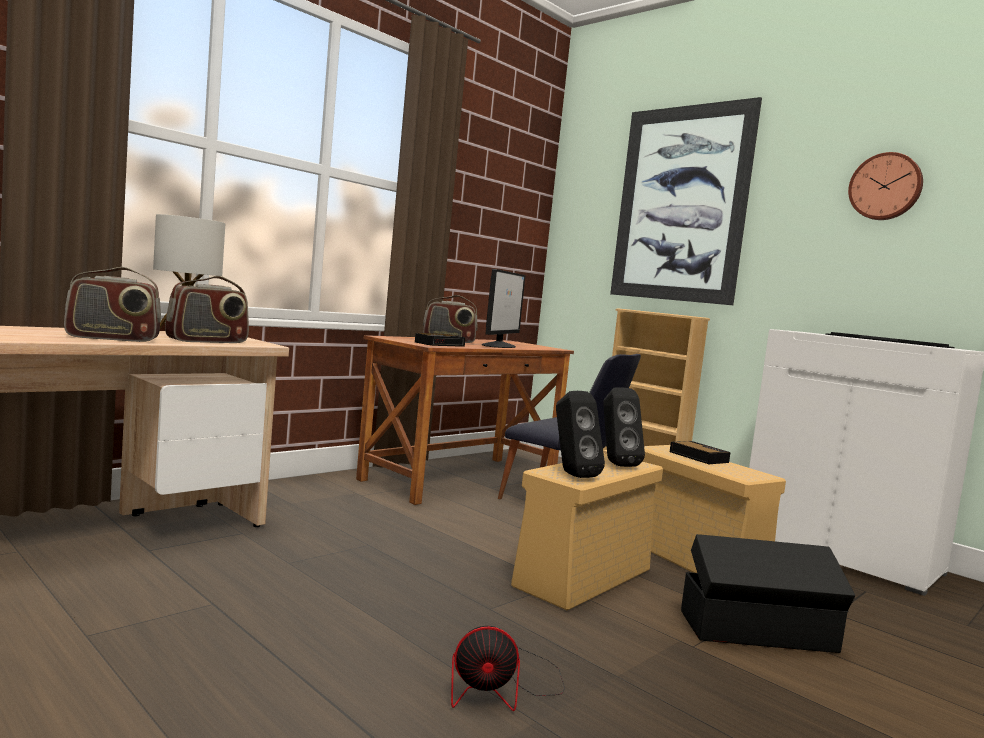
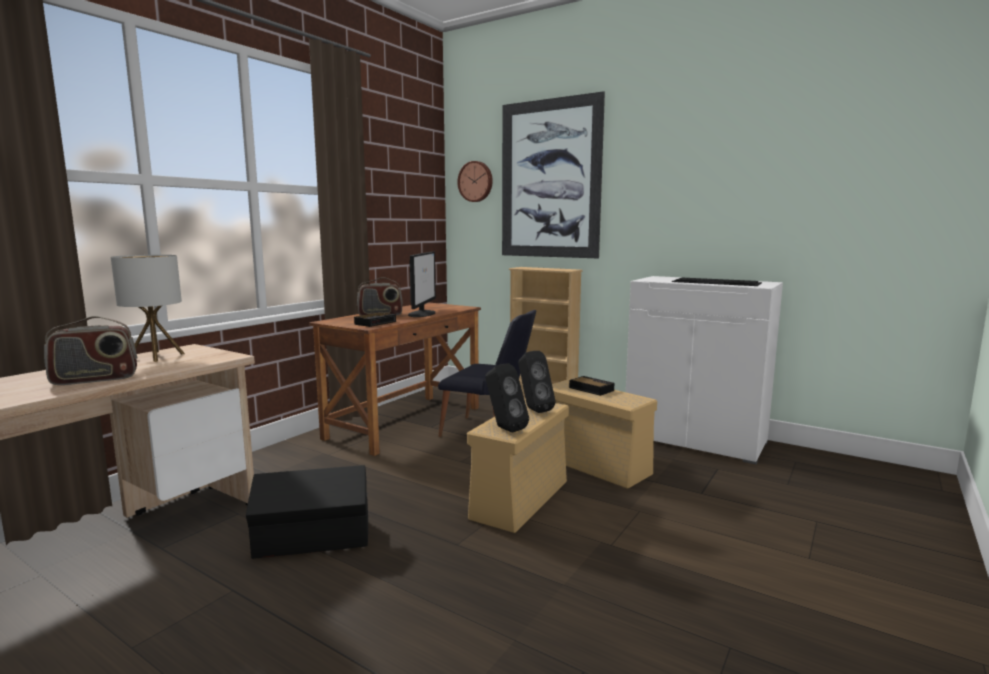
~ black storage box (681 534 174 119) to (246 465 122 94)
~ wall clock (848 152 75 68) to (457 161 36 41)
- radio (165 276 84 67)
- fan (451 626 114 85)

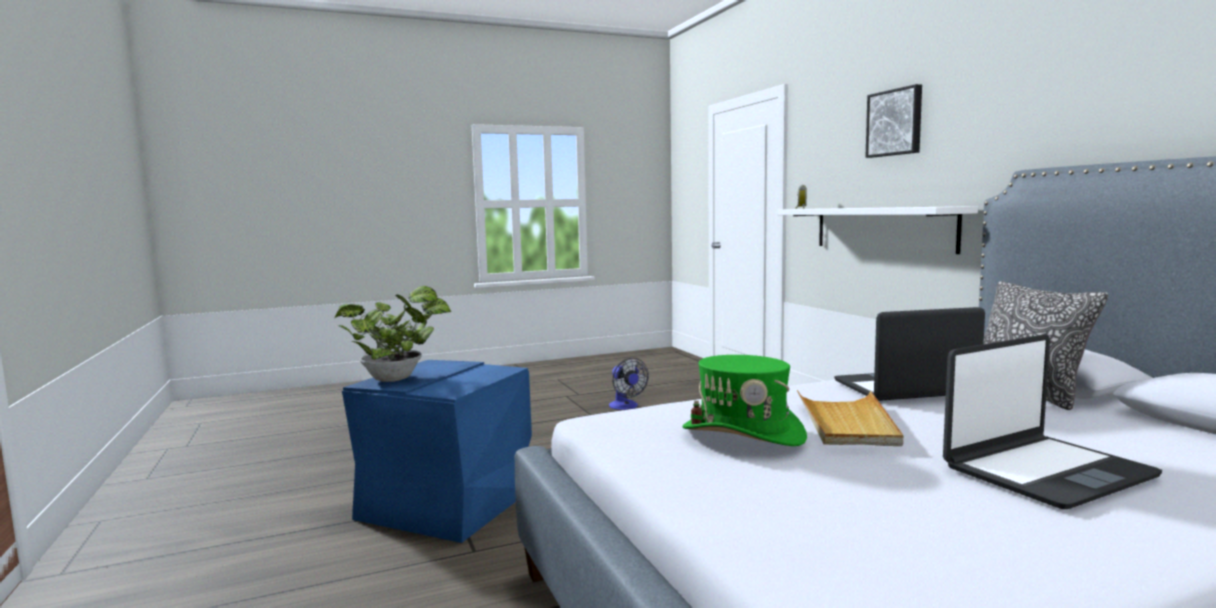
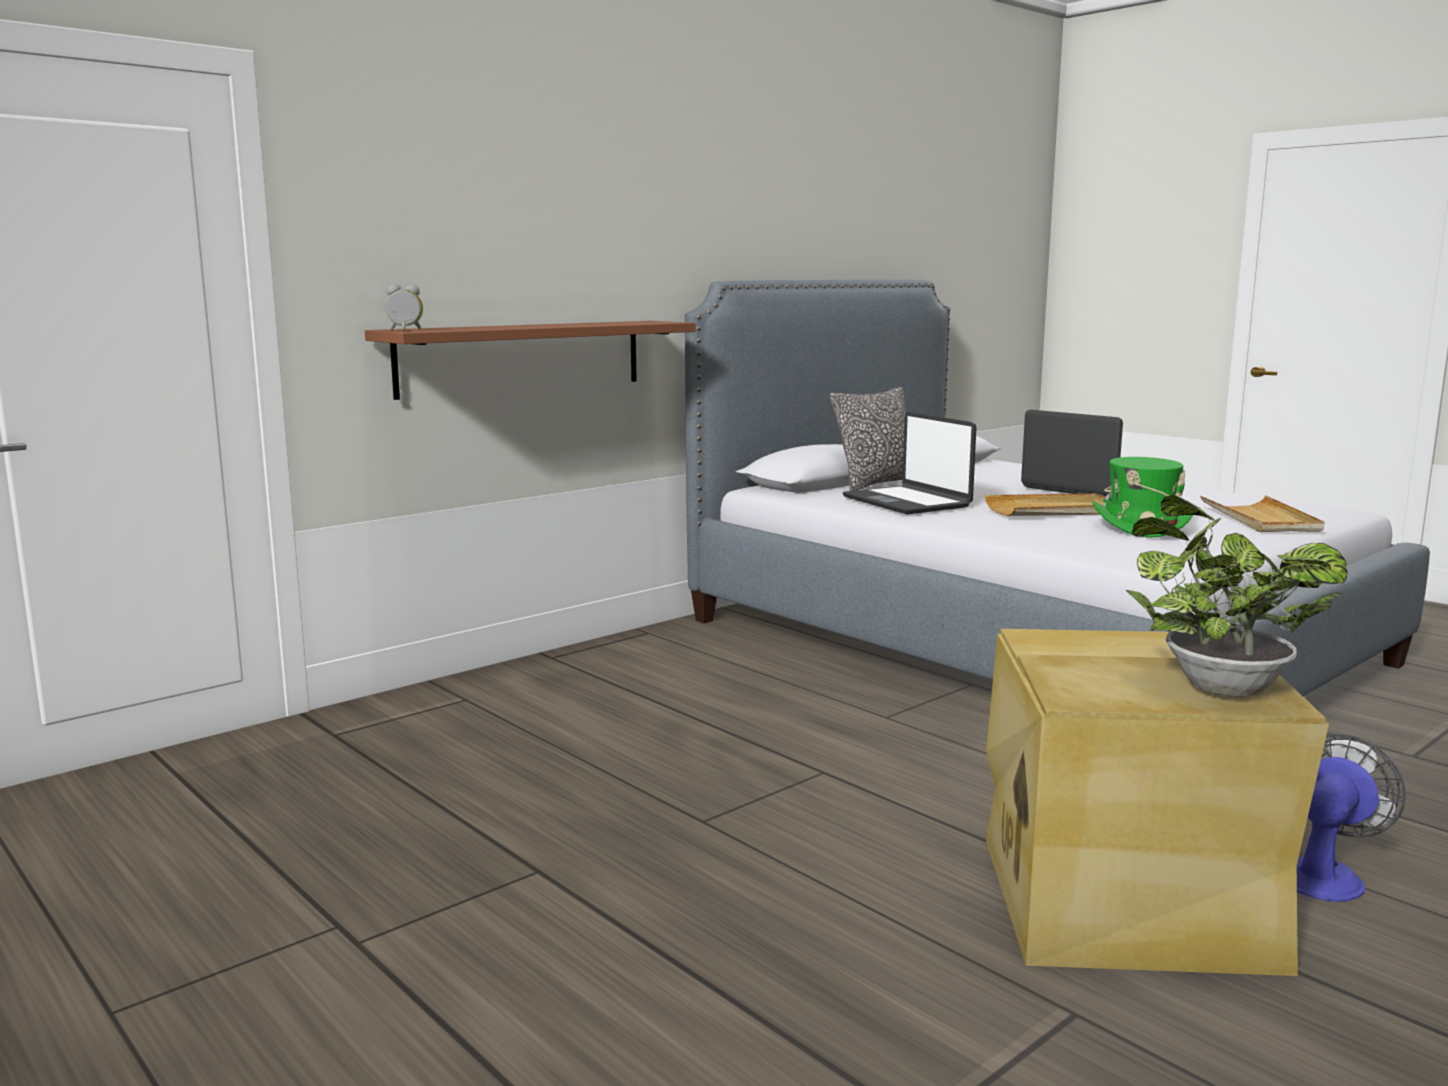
~ white shelf (777 206 201 48) to brown shelf (365 321 331 79)
~ blue storage box (342 360 190 183) to beige storage box (986 629 343 347)
+ beige tray (1200 495 124 37)
~ fan (609 358 40 52) to (1297 734 109 168)
- picture (866 84 56 74)

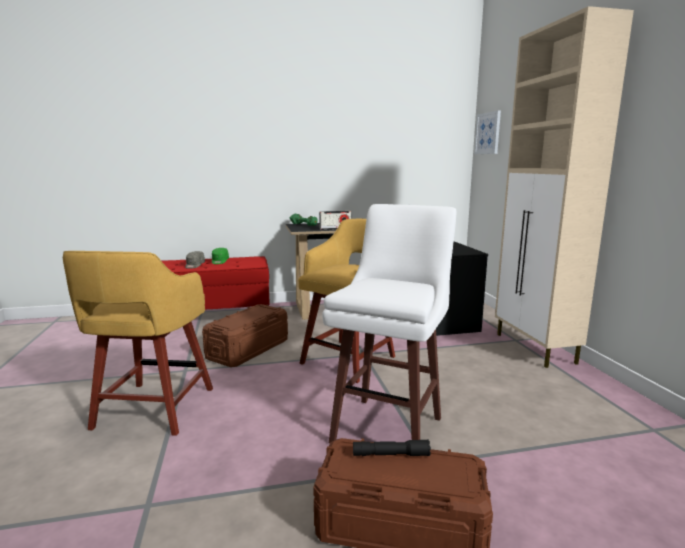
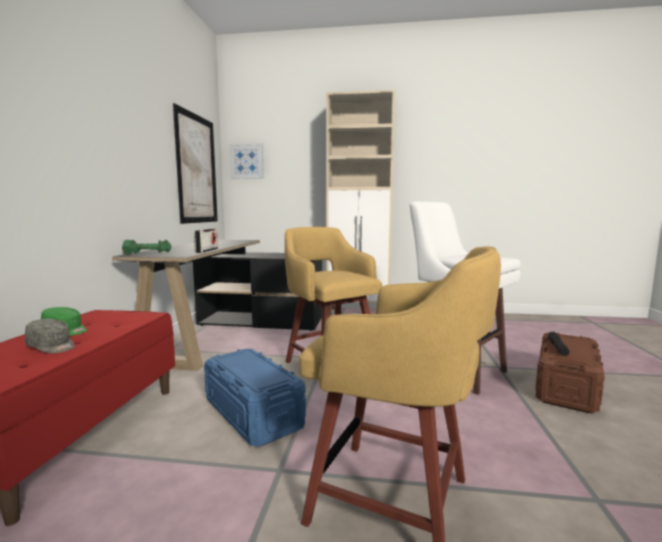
+ picture (173 103 45 121)
~ brown storage box (202 304 86 63) to blue storage box (204 349 102 98)

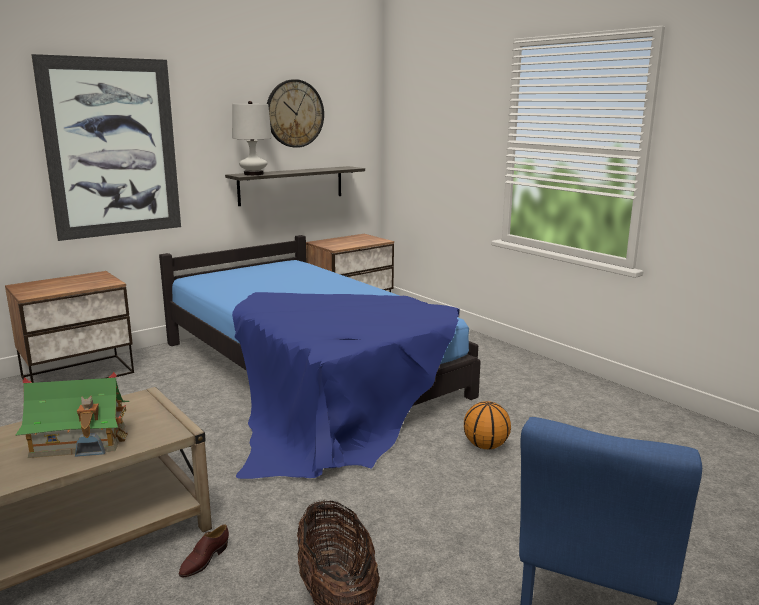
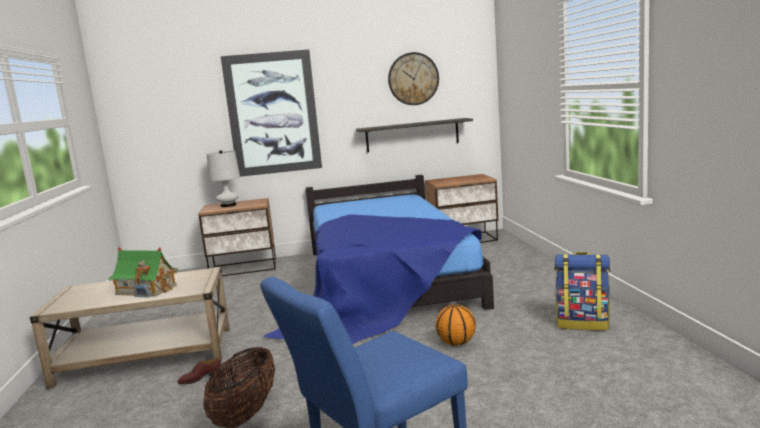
~ white table lamp (232 101 40 74) to (207 150 33 57)
+ backpack (554 252 56 78)

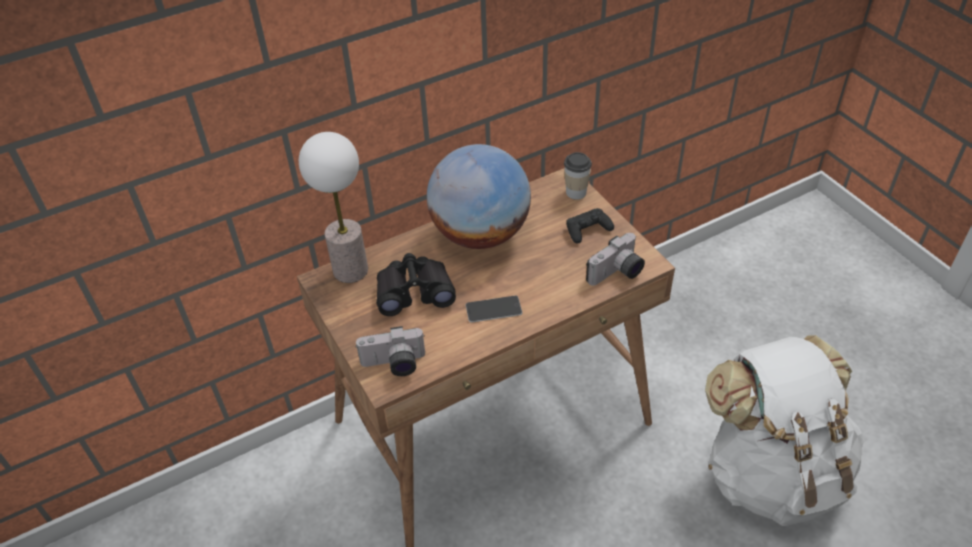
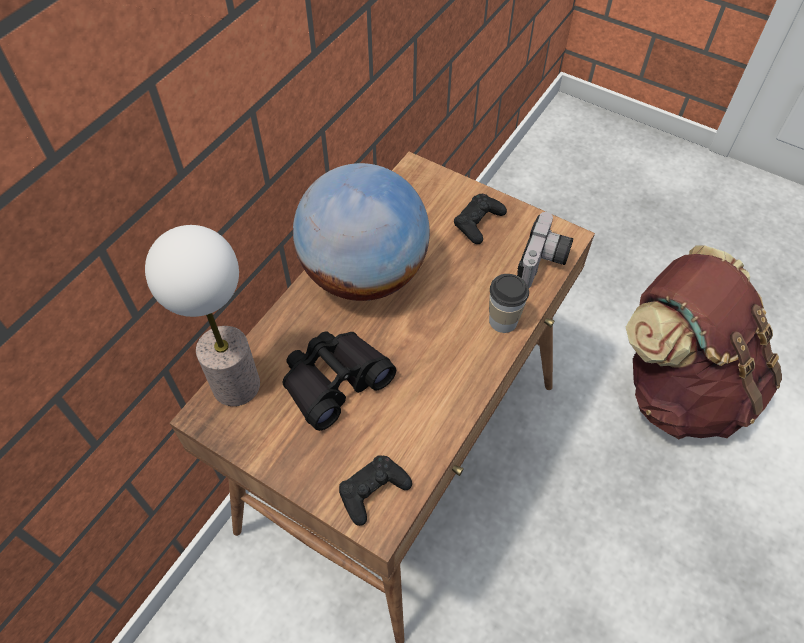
~ photo camera (356 326 69 50) to black game controller (339 455 73 71)
~ cup (564 152 28 48) to (489 274 40 59)
~ white backpack (705 335 160 191) to brown backpack (626 245 156 194)
- phone (466 296 56 27)

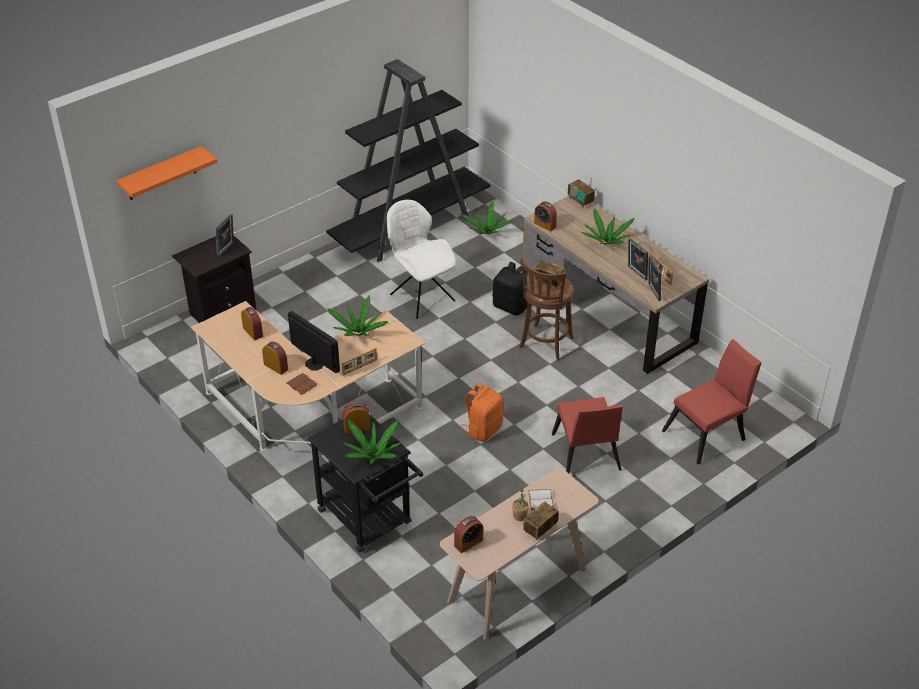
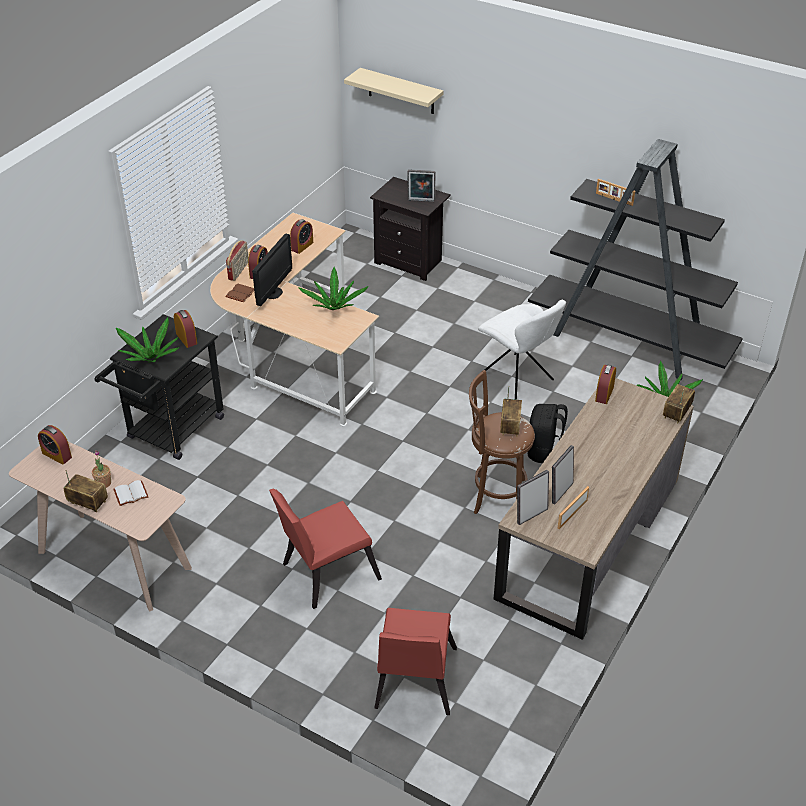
+ radio (226 240 22 41)
~ orange shelf (116 146 101 54) to beige shelf (344 68 99 46)
~ red chair (662 339 100 126) = (374 608 83 107) 60 degrees clockwise
~ white chair (387 200 69 119) = (478 300 88 100) 105 degrees clockwise
~ picture frame (342 347 35 29) to (596 179 39 27)
- orange backpack (461 382 42 59)
- potted plant (582 209 52 35)

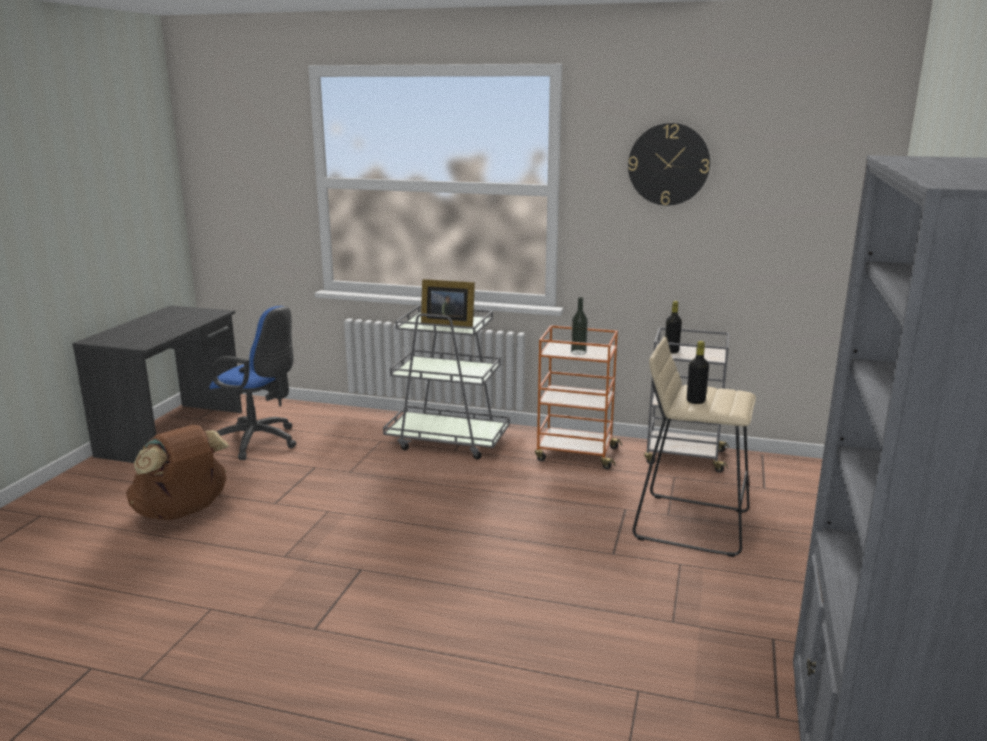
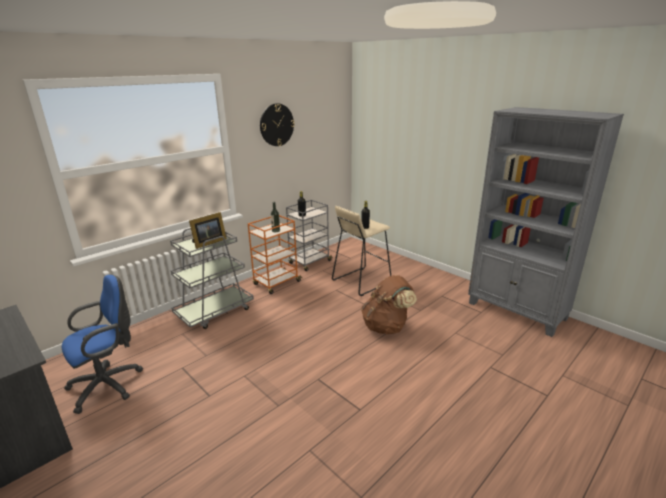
~ brown backpack (126 425 104 95) to (361 275 56 59)

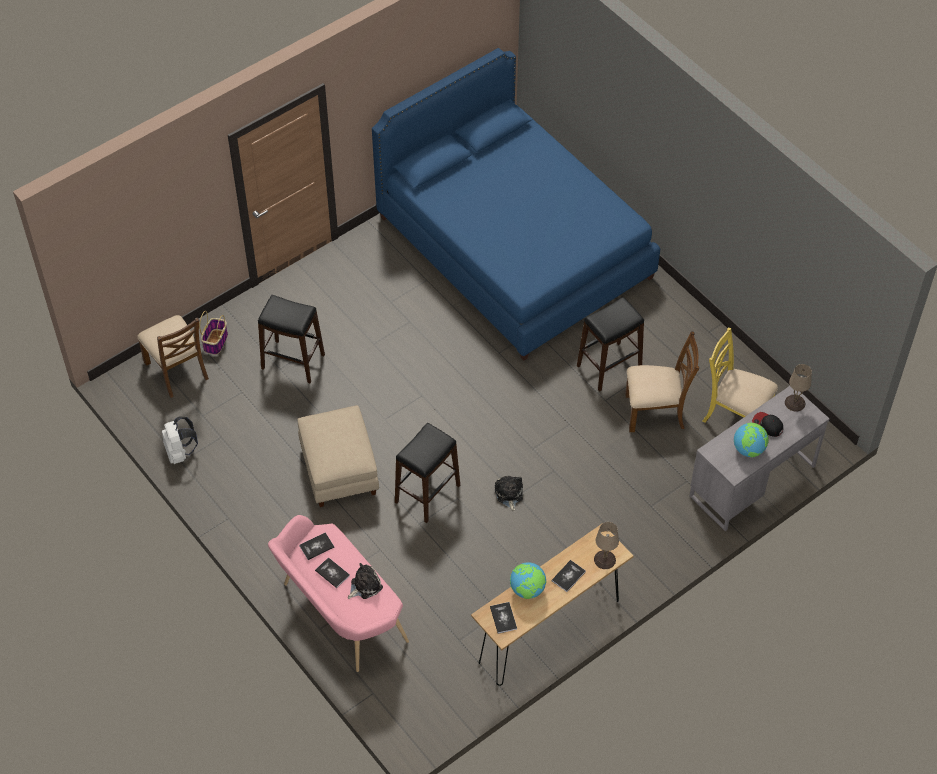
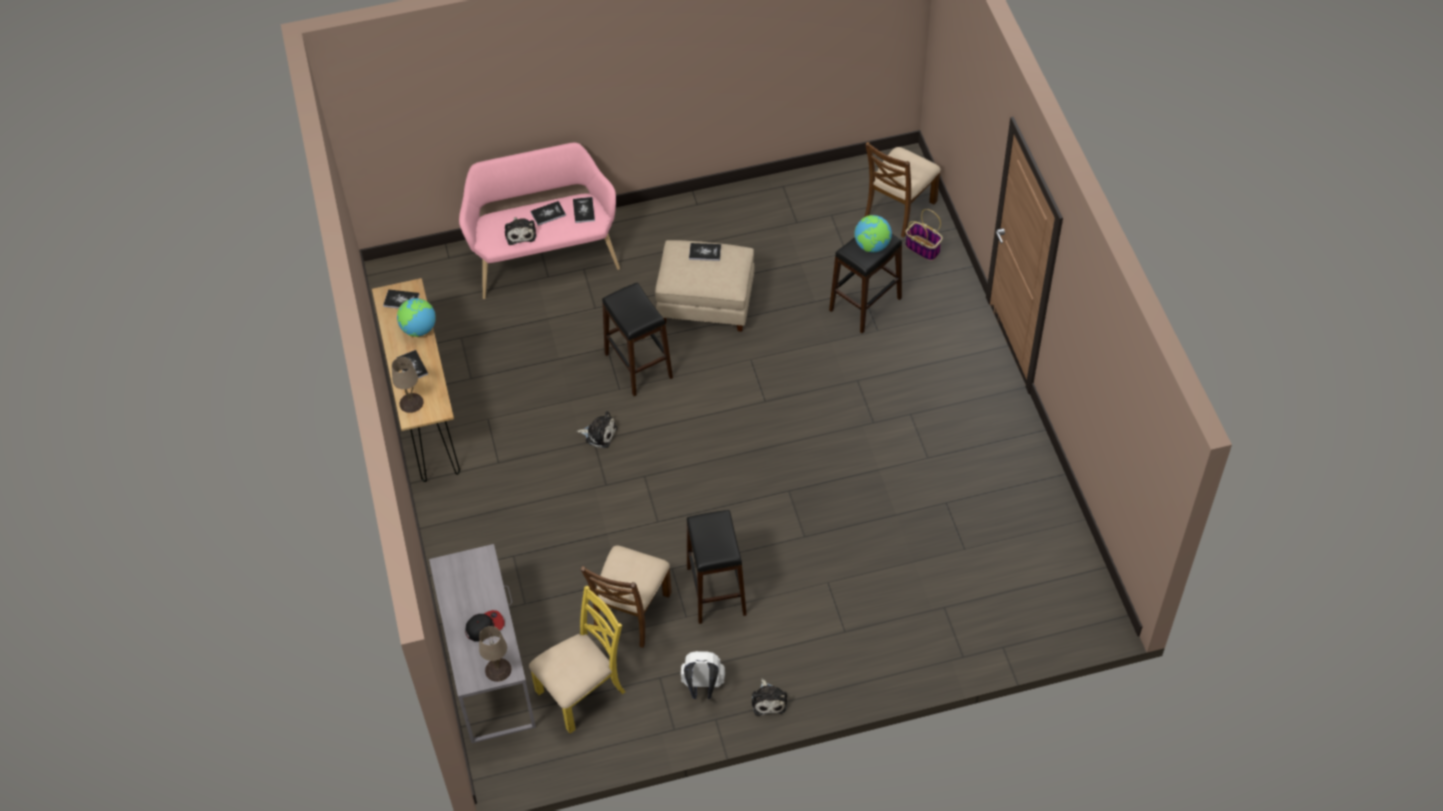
~ white backpack (162 416 36 48) to (681 651 44 48)
+ book (689 243 32 18)
+ plush toy (752 678 35 38)
~ globe (734 423 34 34) to (854 215 38 37)
~ brown chair (137 315 72 83) = (864 142 77 95) 45 degrees counterclockwise
- blue bed (372 48 288 312)

